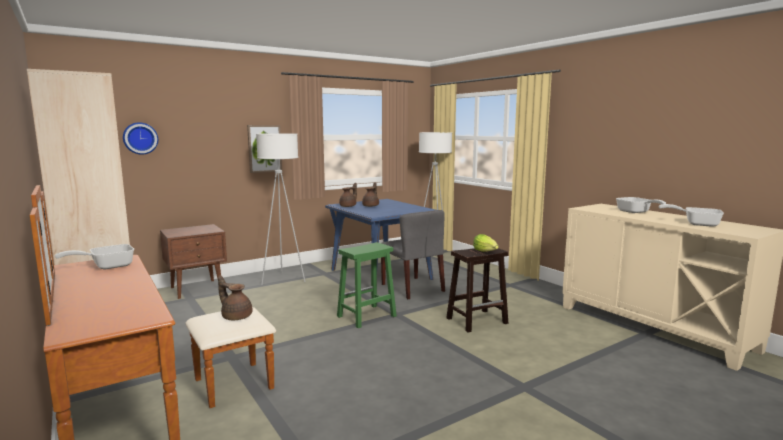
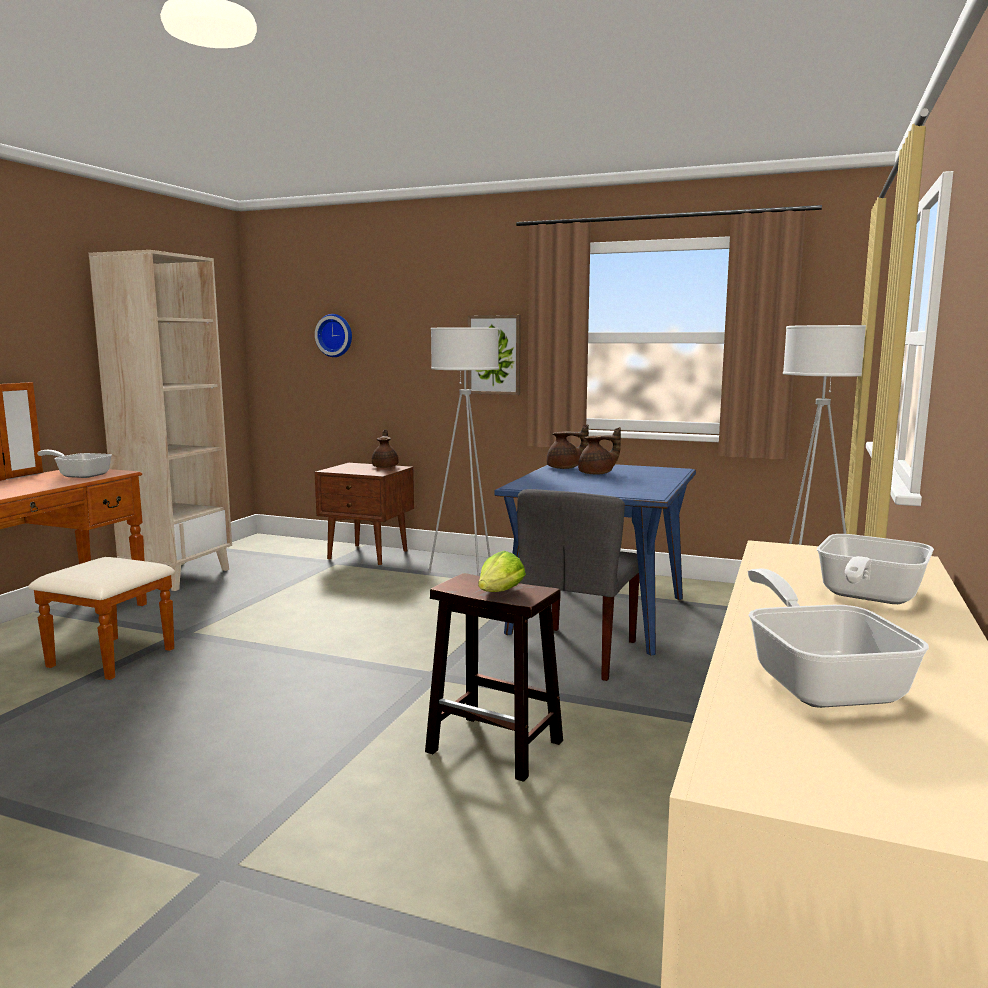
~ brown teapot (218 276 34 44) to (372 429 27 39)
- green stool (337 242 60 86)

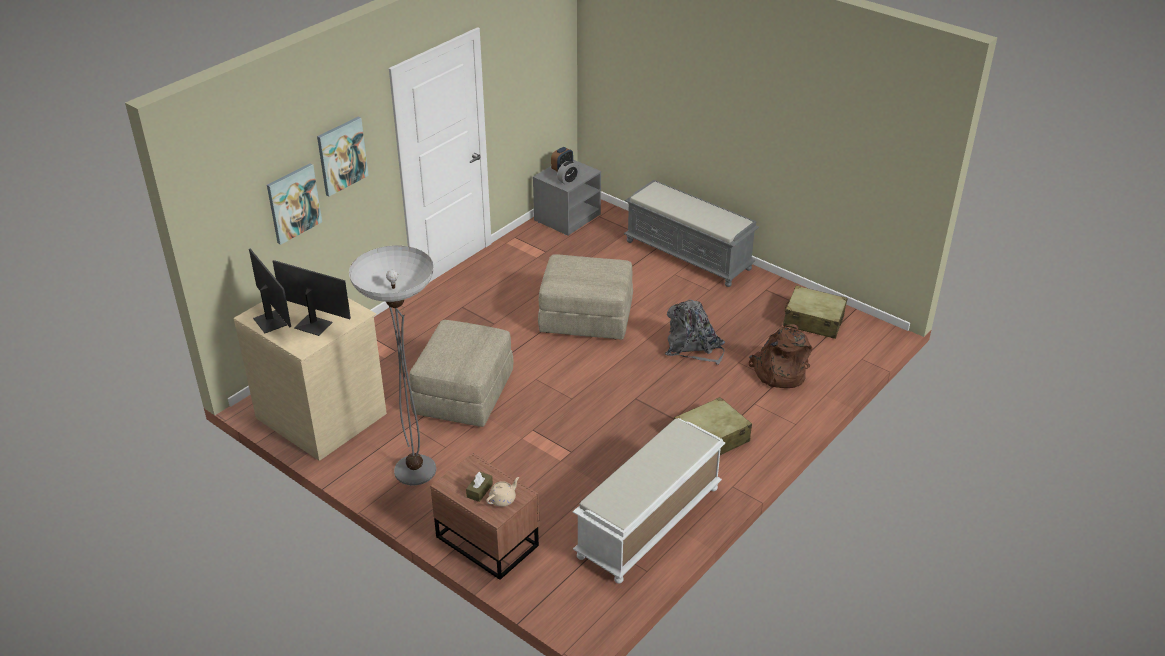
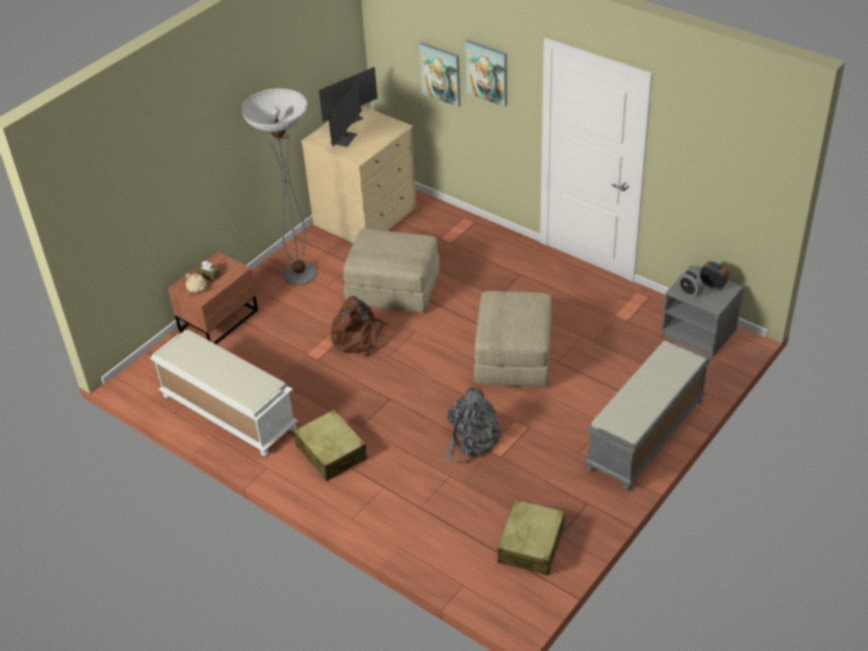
~ brown backpack (749 324 64 64) to (330 296 58 60)

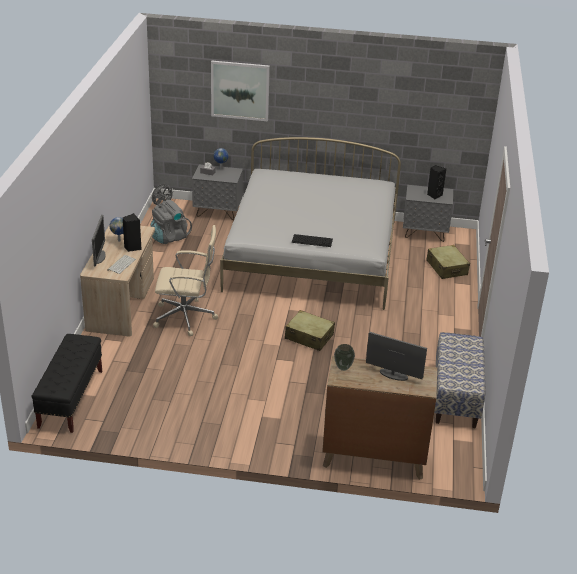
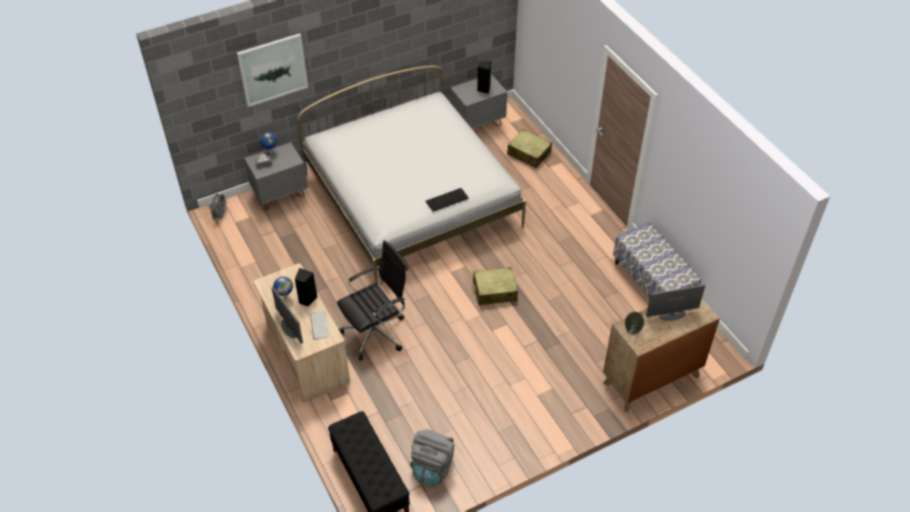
~ beige office chair (153 225 65 111) to black office chair (337 240 71 120)
~ grey backpack (150 200 42 44) to (410 429 44 57)

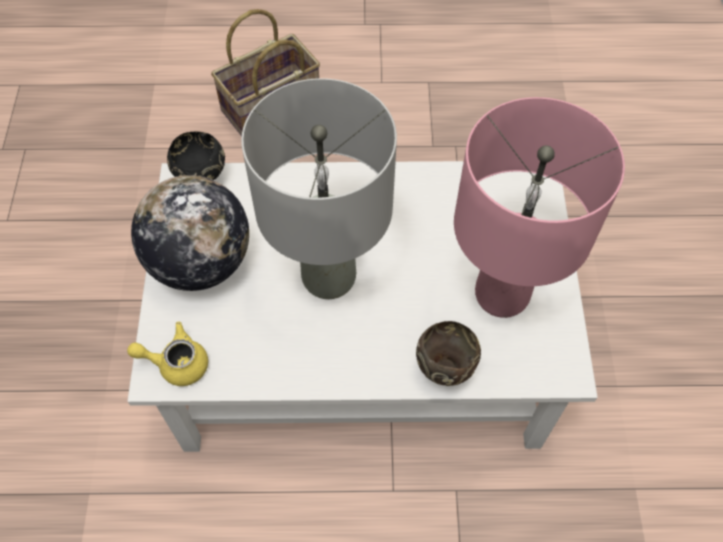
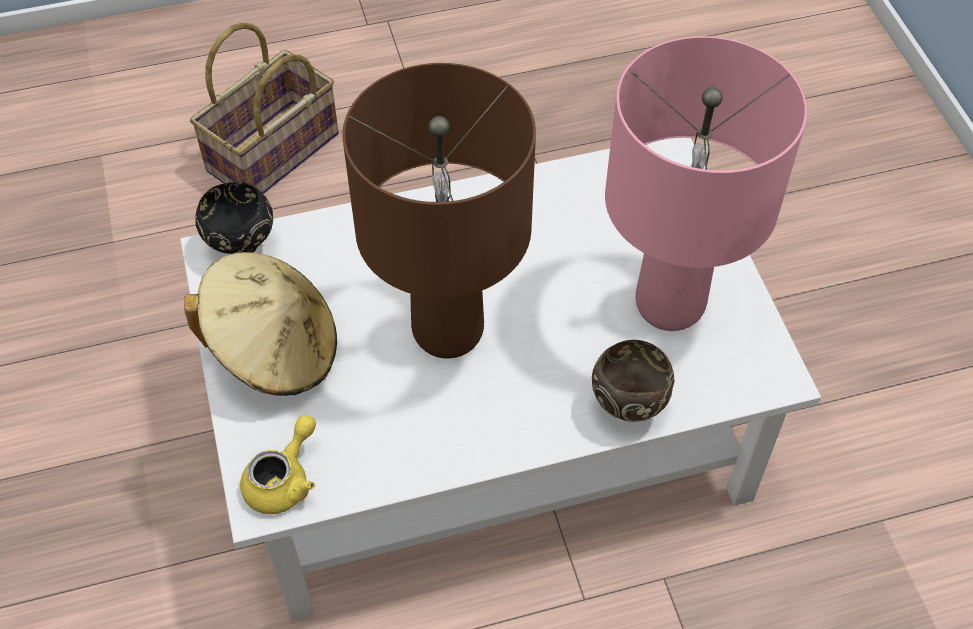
~ globe (131 175 118 116) to beige hat (184 252 153 144)
~ yellow teapot (127 322 81 64) = (240 415 76 99) 135 degrees clockwise
~ grey table lamp (241 78 156 221) to brown table lamp (343 63 193 296)

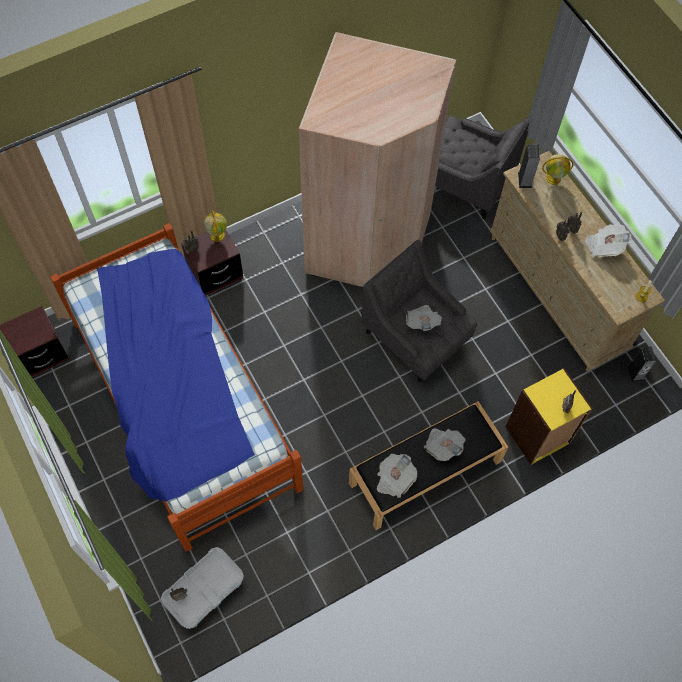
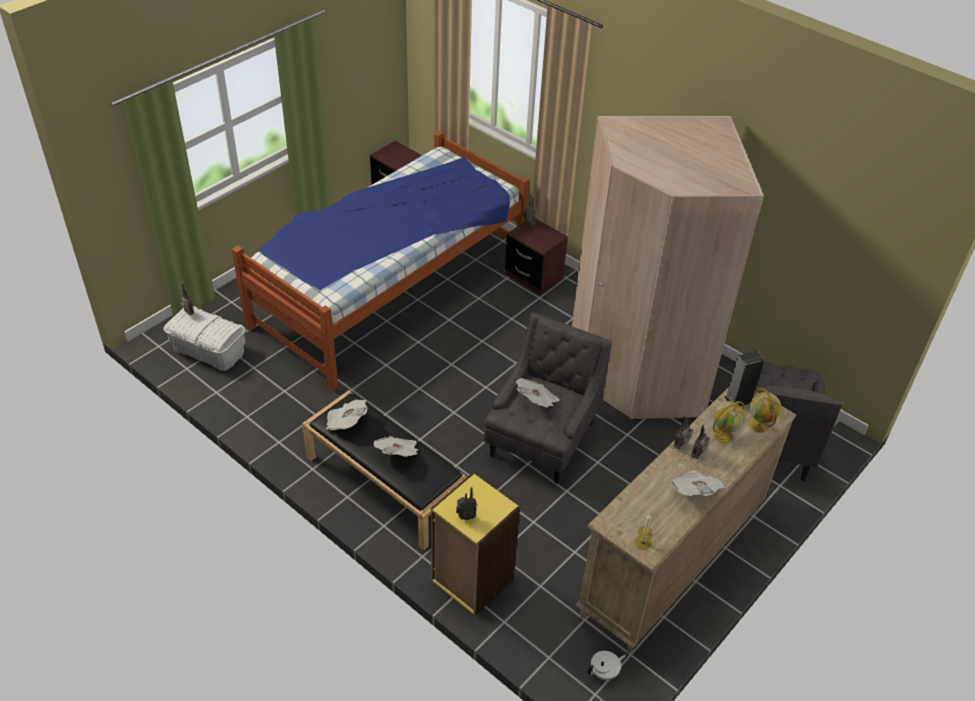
~ speaker (628 346 28 36) to white teapot (587 651 39 29)
~ globe (204 210 23 32) to (713 401 32 42)

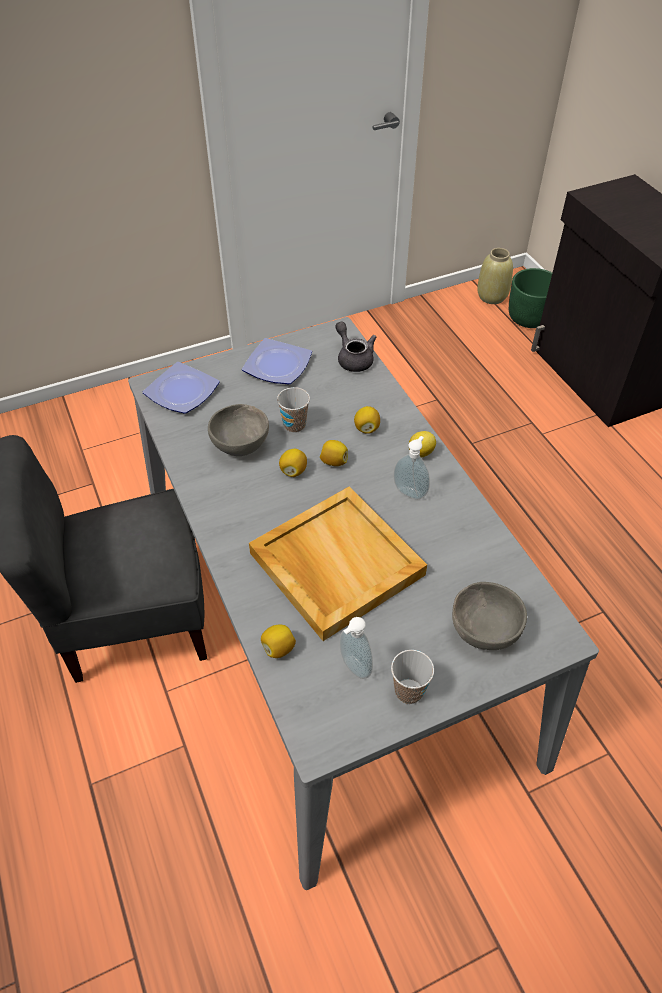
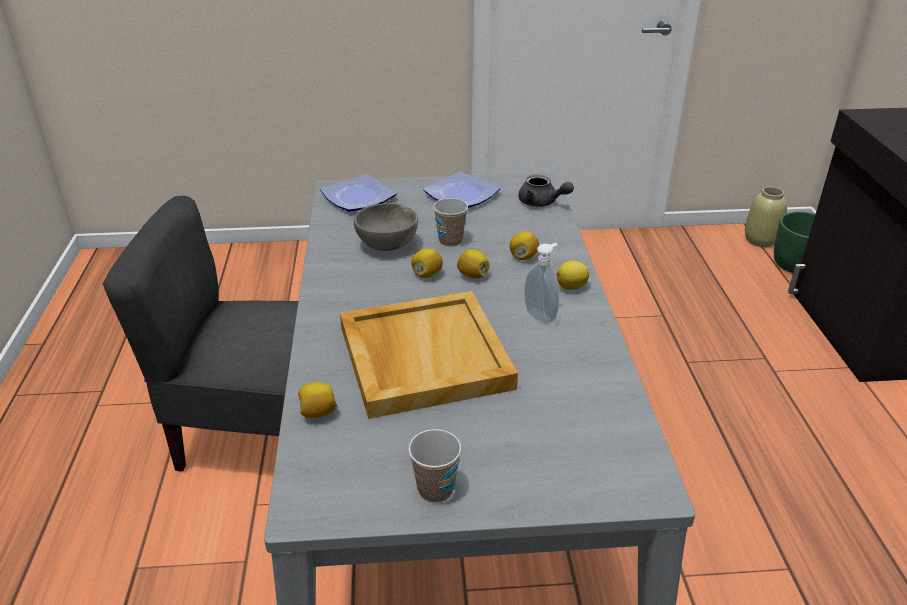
~ grey teapot (335 321 41 51) = (518 175 56 32) 135 degrees clockwise
- soap dispenser (340 617 33 62)
- grey bowl (452 582 75 68)

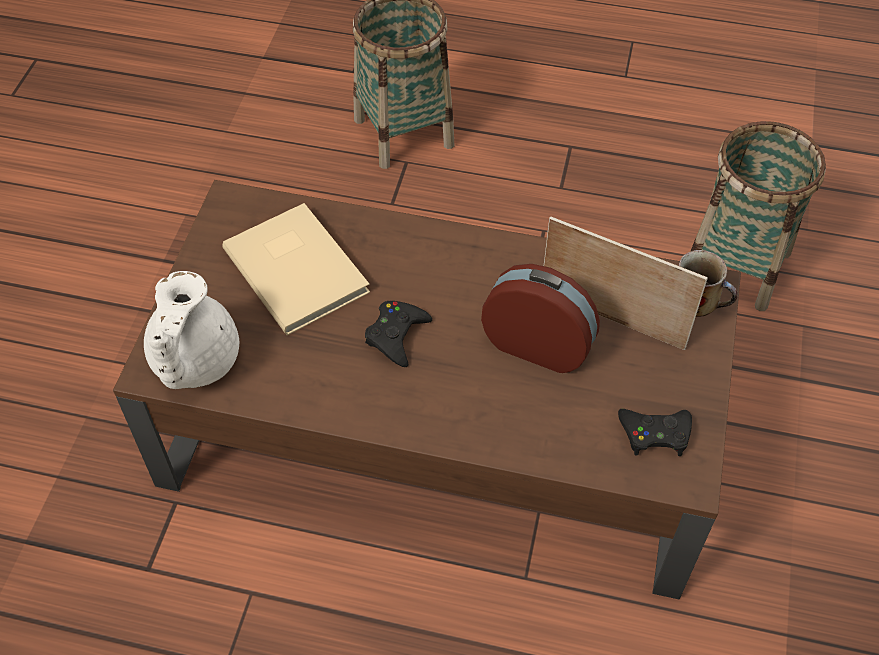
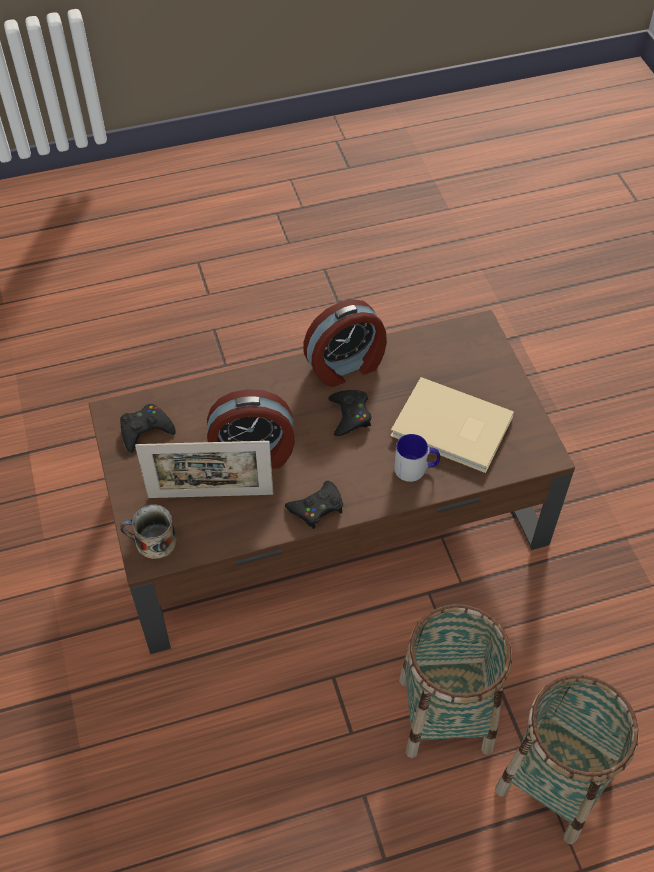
+ black game controller (285 481 58 48)
+ alarm clock (303 299 84 88)
+ mug (394 434 46 48)
~ basket (690 121 136 190) to (399 604 113 154)
- white teapot (144 271 95 118)

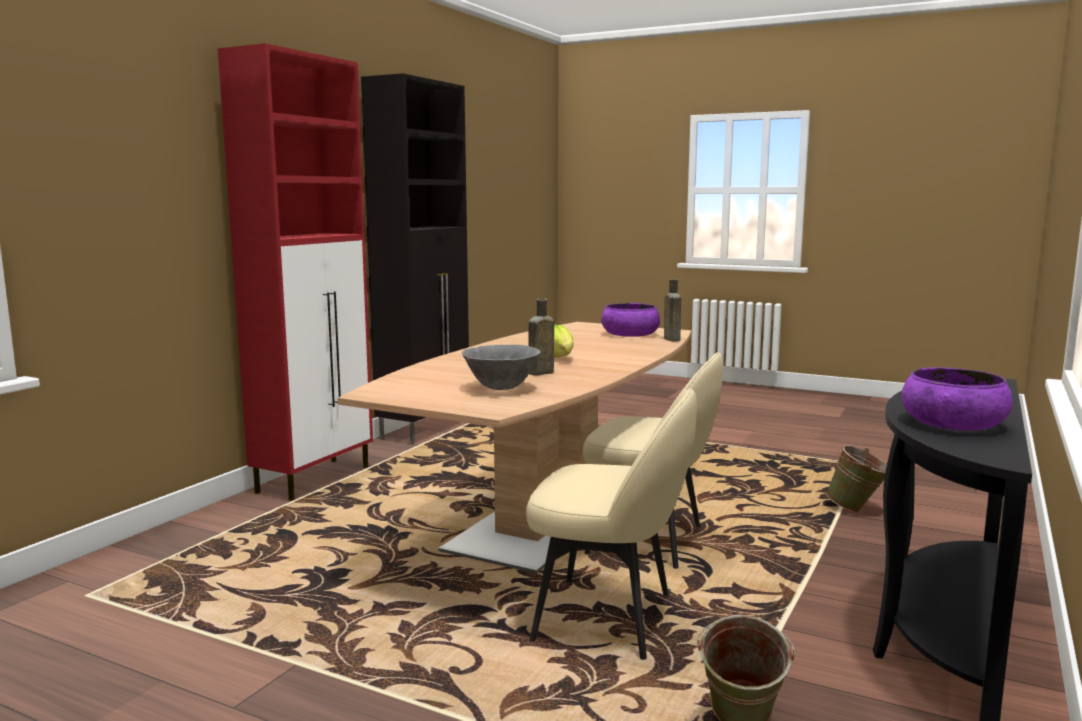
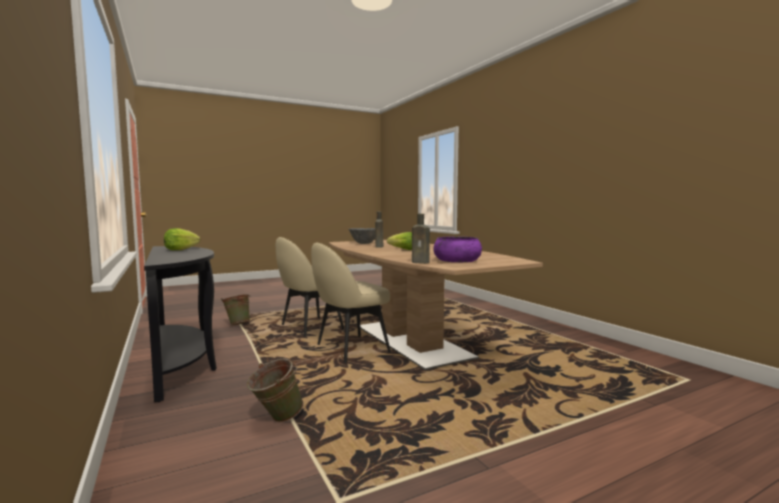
~ purple bowl (902 367 111 64) to lettuce (164 228 36 22)
- red cabinet (218 43 155 458)
- black cabinet (361 73 108 371)

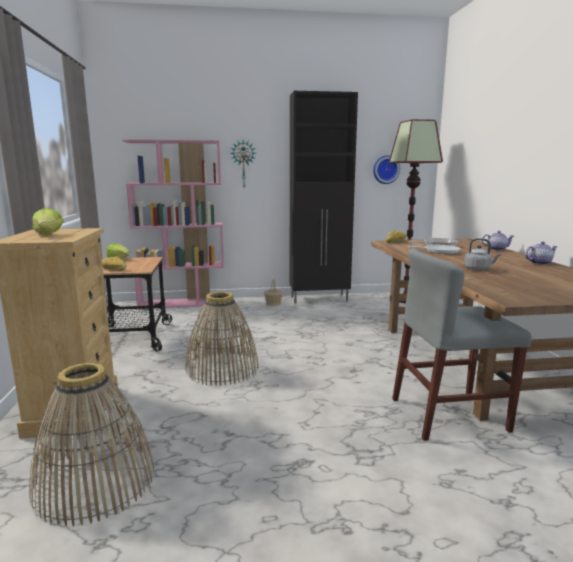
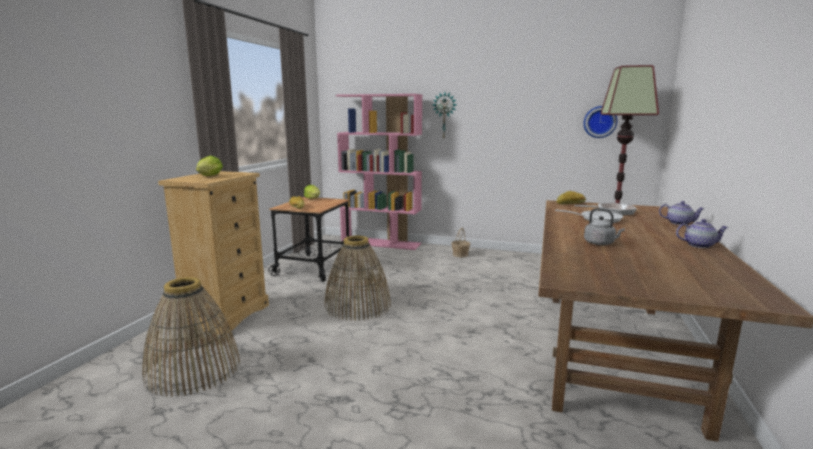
- black cabinet (290 91 68 213)
- grey chair (392 248 140 193)

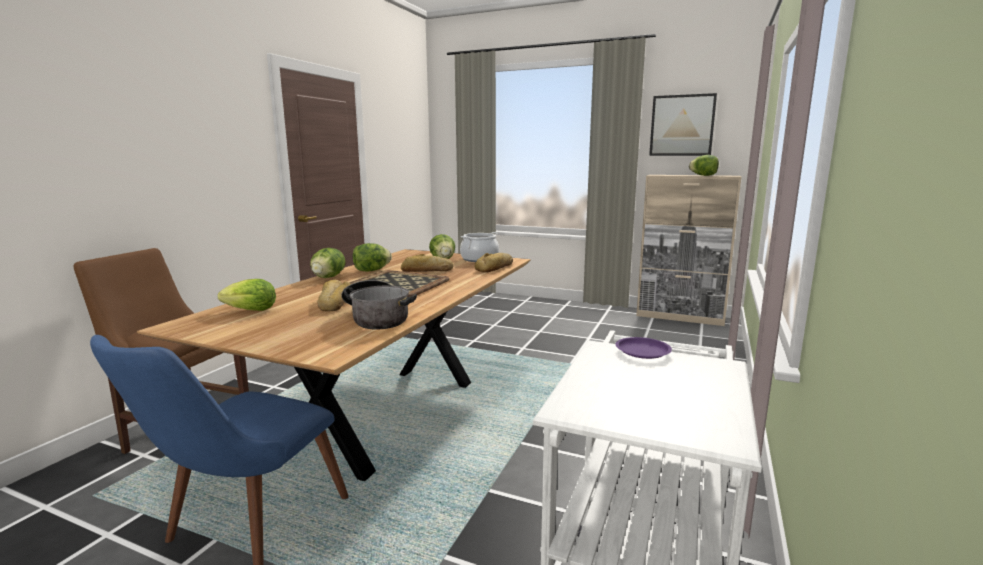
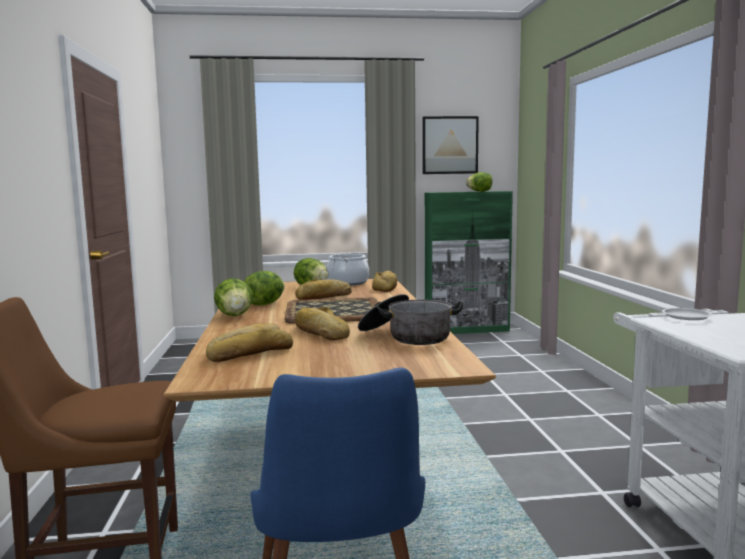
~ lettuce (218 279 58 32) to bread (206 323 87 39)
~ beige cabinet (636 175 105 151) to green cabinet (425 191 88 143)
~ purple plate (616 337 56 22) to white plate (662 308 51 12)

